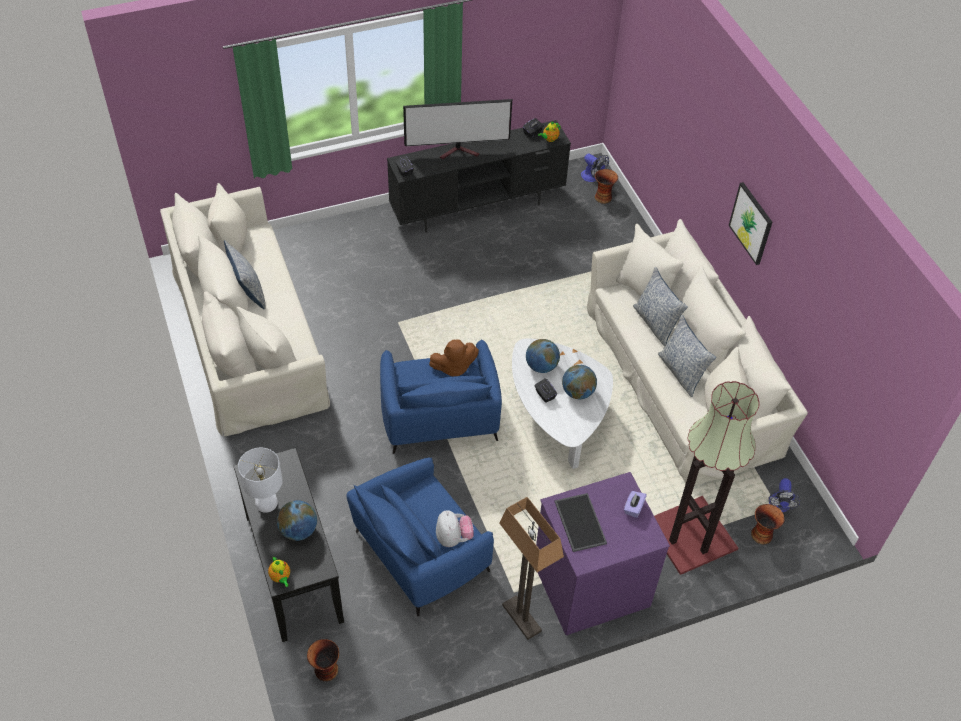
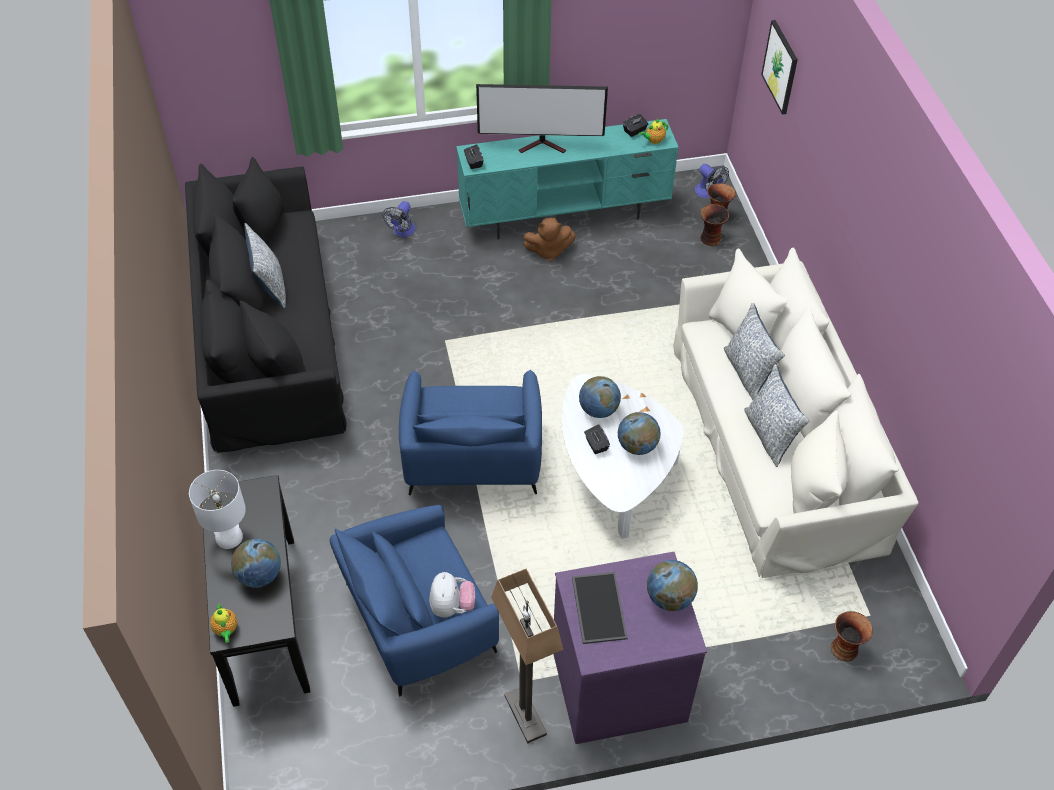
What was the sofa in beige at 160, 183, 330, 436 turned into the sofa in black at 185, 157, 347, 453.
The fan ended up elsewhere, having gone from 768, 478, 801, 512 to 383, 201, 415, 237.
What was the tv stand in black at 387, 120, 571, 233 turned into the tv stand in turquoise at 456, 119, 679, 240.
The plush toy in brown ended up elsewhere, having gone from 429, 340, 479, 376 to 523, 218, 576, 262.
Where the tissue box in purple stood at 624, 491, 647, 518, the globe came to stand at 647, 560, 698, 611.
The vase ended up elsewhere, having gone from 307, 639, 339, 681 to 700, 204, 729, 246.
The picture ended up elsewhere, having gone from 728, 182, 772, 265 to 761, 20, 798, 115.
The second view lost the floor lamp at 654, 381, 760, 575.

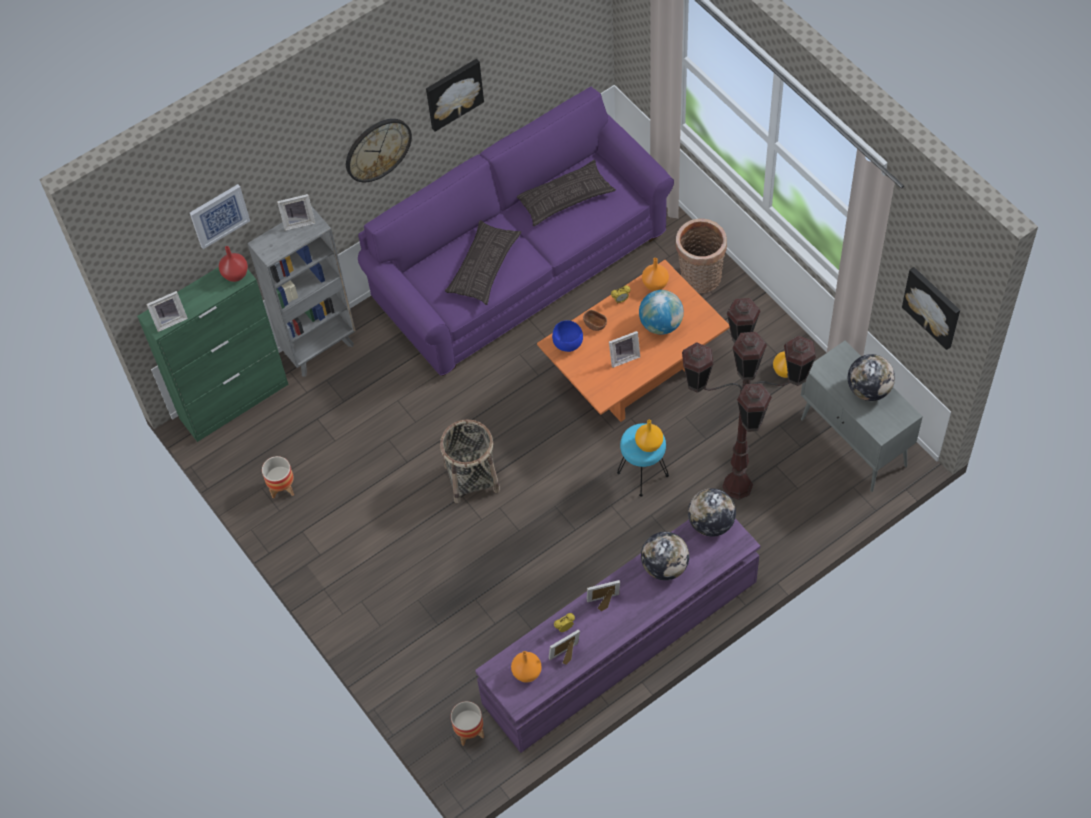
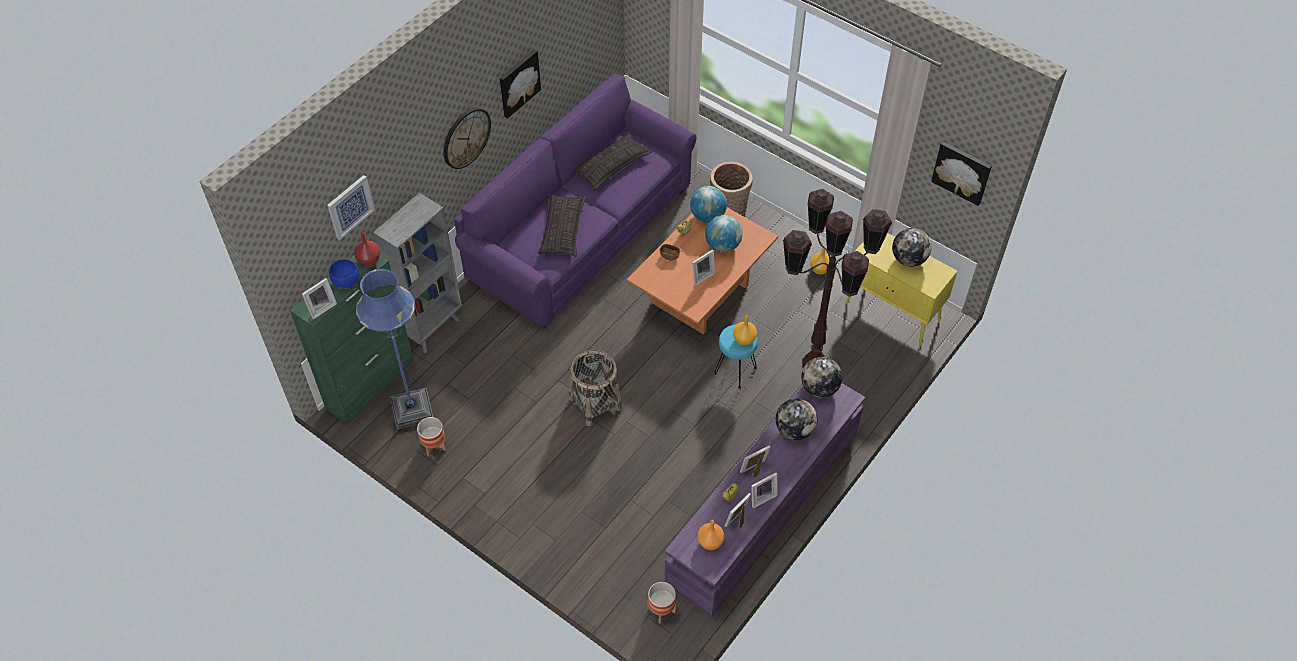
The bowl in blue ended up elsewhere, having gone from 552, 320, 583, 352 to 329, 259, 359, 288.
The second view gained the floor lamp in blue at 356, 268, 433, 430.
Where the vase in orange stood at 642, 258, 669, 291, the globe came to stand at 690, 186, 727, 223.
The picture frame ended up elsewhere, having gone from 277, 194, 315, 231 to 751, 473, 777, 508.
What was the cabinet in grey at 801, 341, 923, 492 turned into the cabinet in yellow at 845, 233, 957, 346.

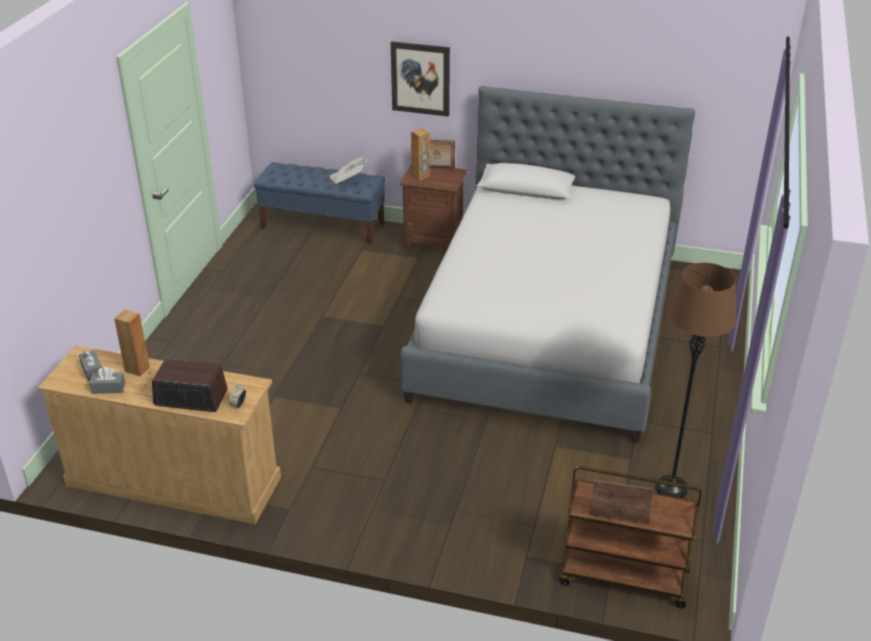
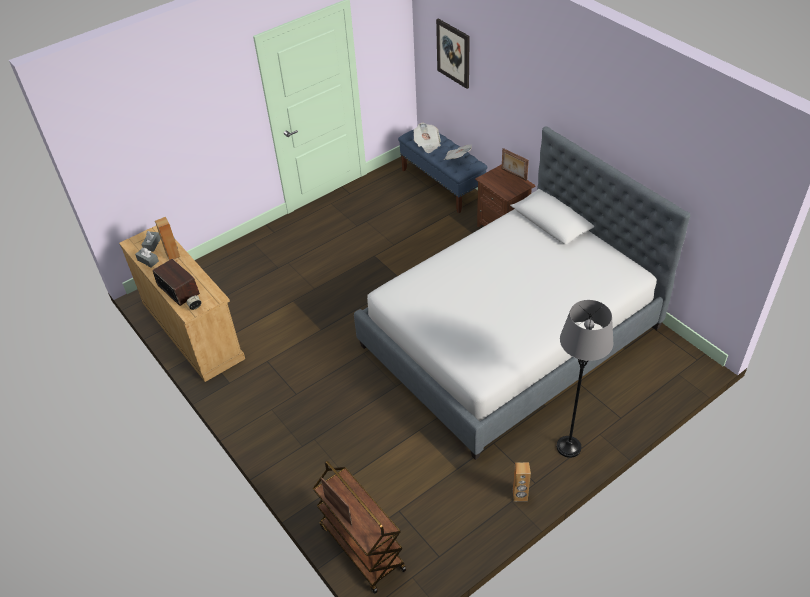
The second view gained the newspaper at 413, 123, 441, 153.
The picture ended up elsewhere, having gone from 391, 41, 450, 117 to 436, 19, 470, 89.
The speaker in brown ended up elsewhere, having gone from 411, 128, 430, 180 to 513, 462, 531, 501.
The second view gained the floor lamp in grey at 557, 300, 614, 458.
The second view lost the floor lamp in brown at 655, 263, 736, 498.

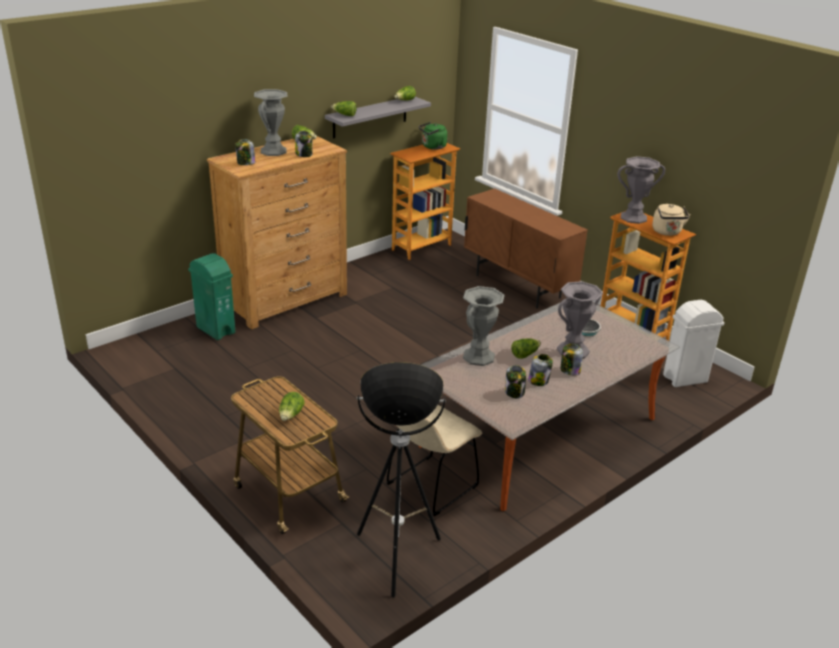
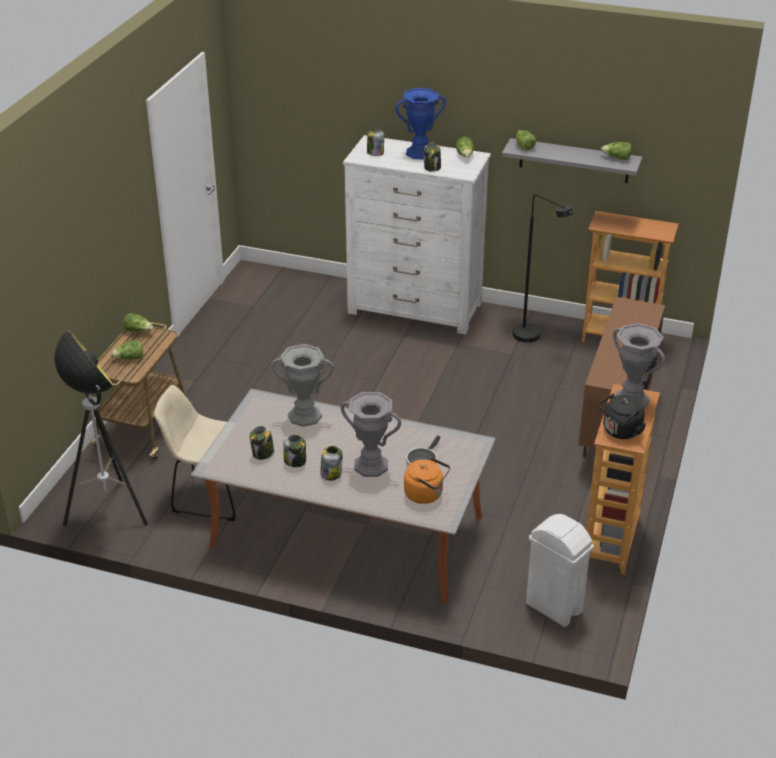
The lettuce ended up elsewhere, having gone from 511, 338, 541, 359 to 123, 313, 153, 332.
What was the dresser in brown at 207, 136, 347, 329 turned into the dresser in white at 343, 135, 491, 335.
What was the vase in grey at 254, 89, 287, 156 turned into the vase in blue at 395, 88, 446, 160.
The second view gained the kettle in orange at 404, 457, 450, 504.
The second view gained the floor lamp in black at 512, 194, 573, 343.
What was the kettle in beige at 652, 204, 691, 236 turned into the kettle in black at 598, 393, 646, 439.
The second view lost the trash can in green at 188, 253, 235, 340.
The second view lost the kettle in green at 419, 122, 447, 150.

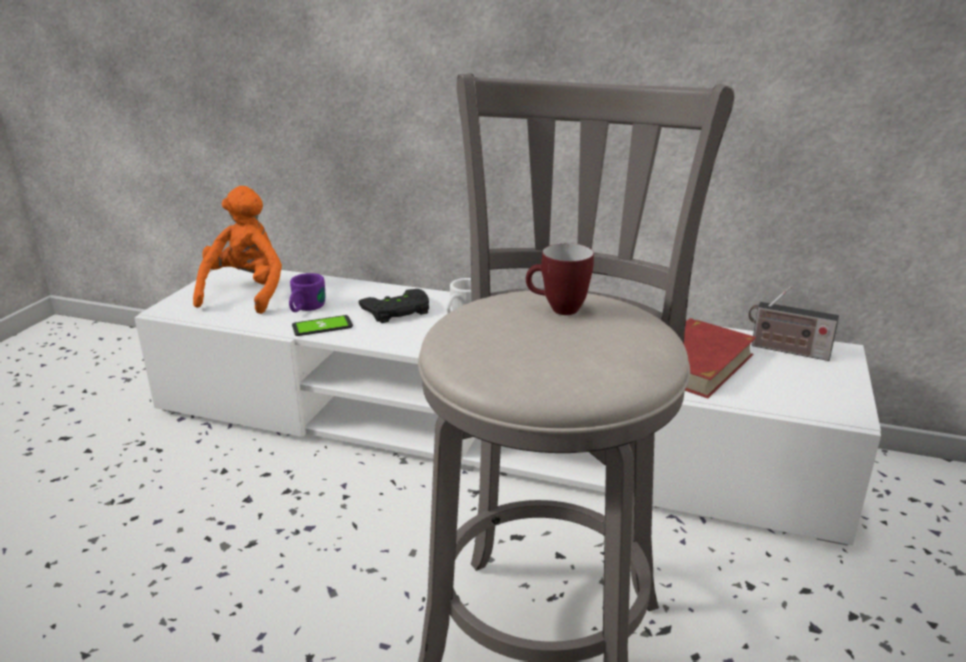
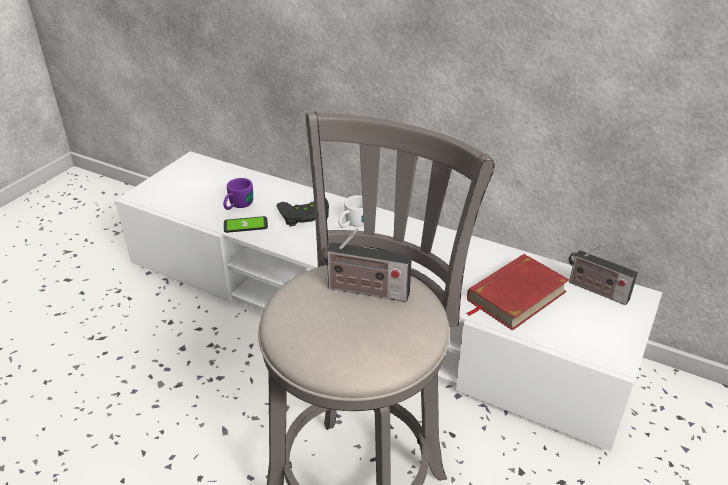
Where the mug stood at 526, 243, 594, 315, the radio came to stand at 320, 228, 412, 302.
The second view lost the plush toy in orange at 193, 186, 282, 314.

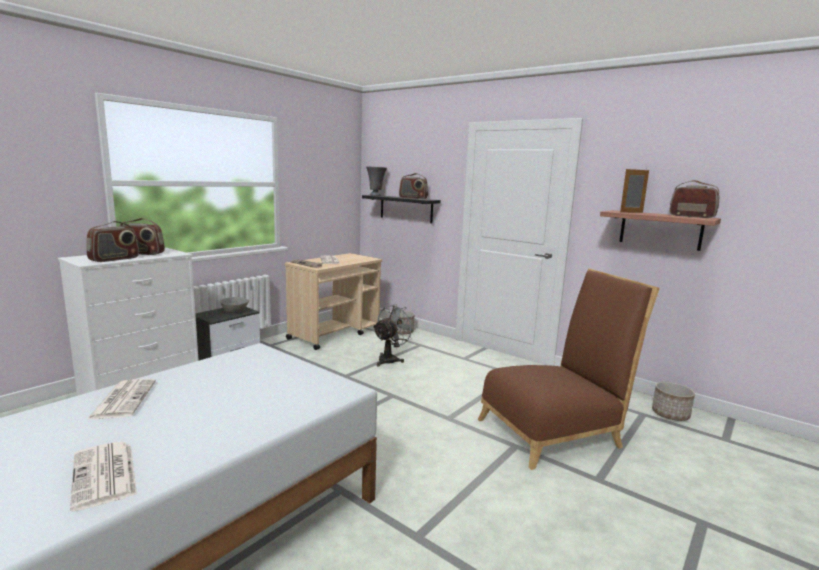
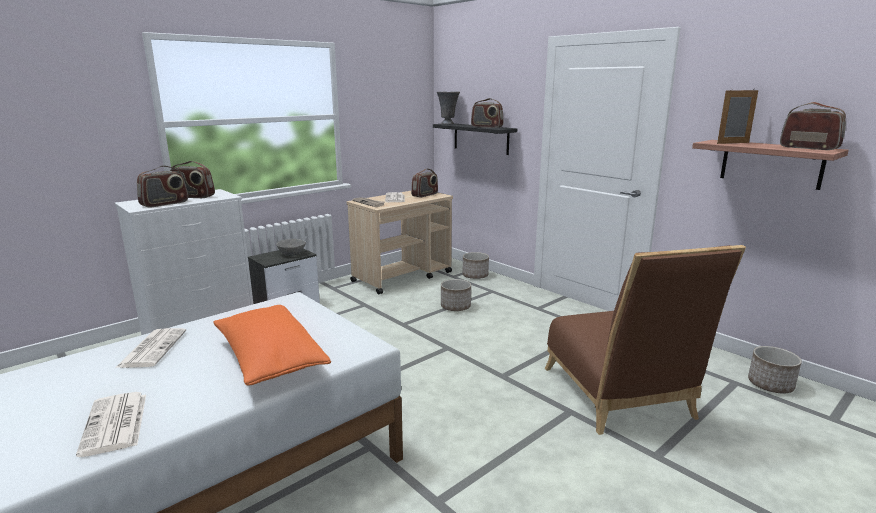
The second view gained the pillow in orange at 213, 305, 331, 385.
The second view gained the radio at 411, 168, 438, 197.
Where the fan in grey stood at 373, 304, 416, 367, the planter came to stand at 441, 279, 471, 311.
The chair in brown at 478, 269, 660, 470 ended up facing another way, 90 degrees clockwise from before.

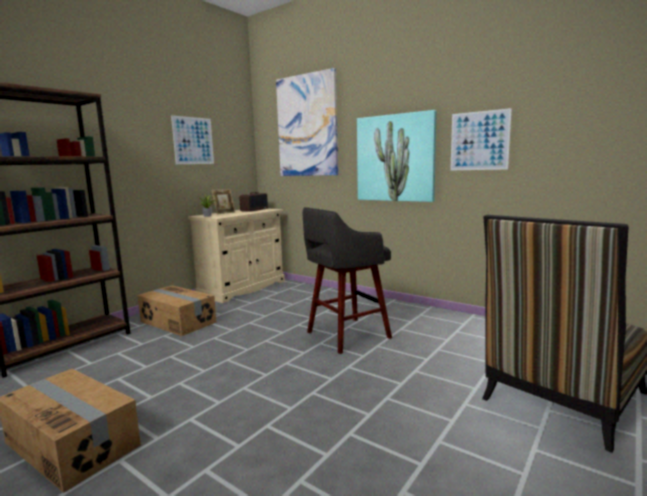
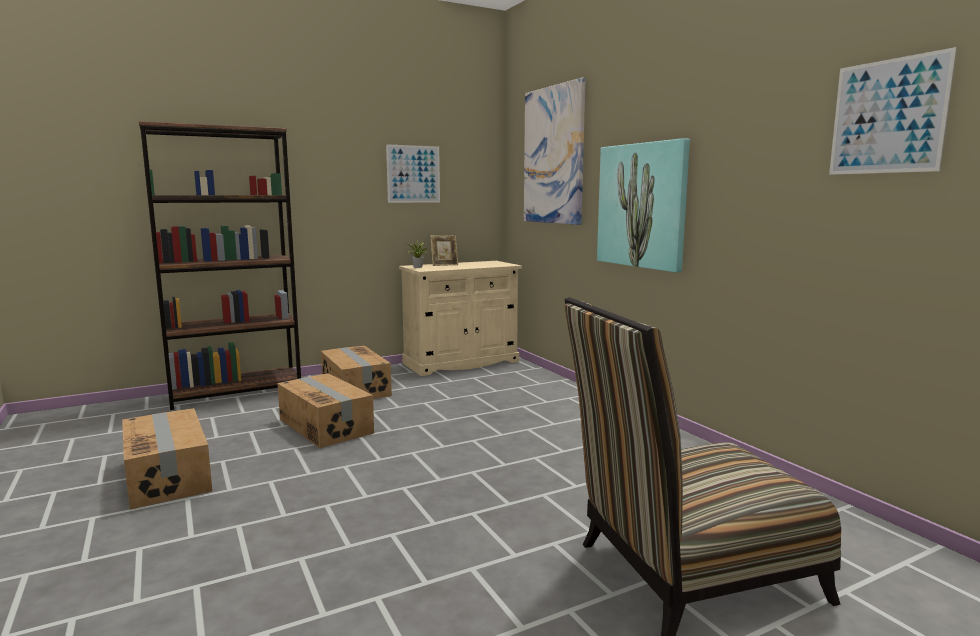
The second view gained the cardboard box at 277, 373, 374, 448.
The picture ended up elsewhere, having gone from 450, 108, 512, 170 to 829, 47, 957, 175.
The second view lost the radio at 239, 192, 268, 212.
The second view lost the stool in grey at 303, 207, 392, 354.

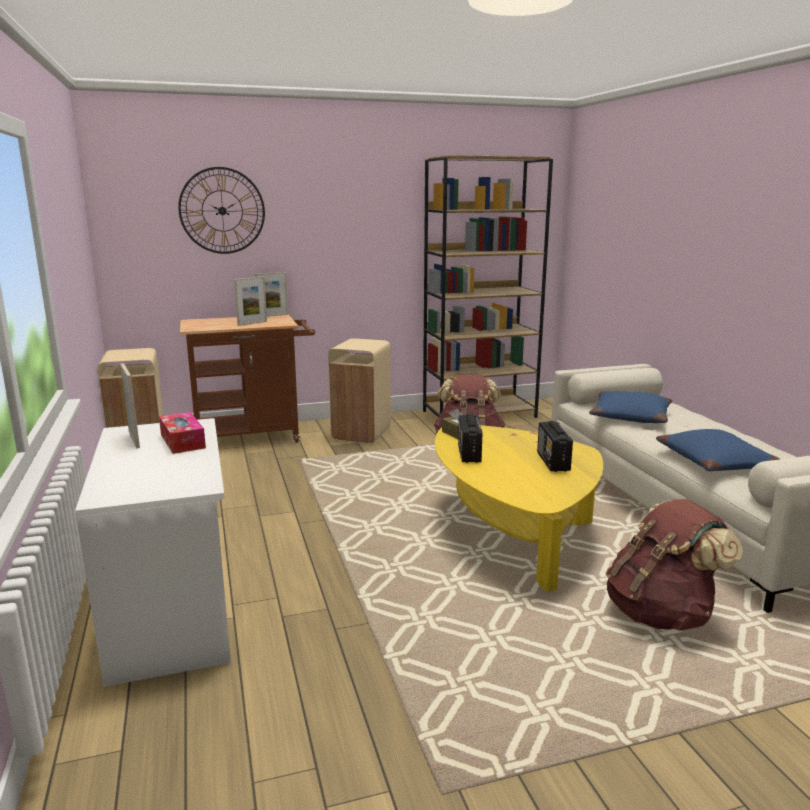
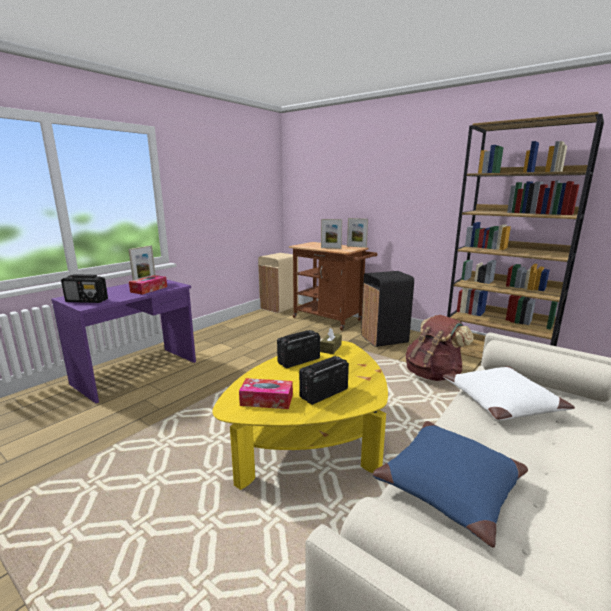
What was the desk in white at 75, 418, 231, 687 turned into the desk in purple at 51, 279, 196, 403.
The second view gained the radio at 61, 274, 108, 303.
The second view gained the tissue box at 239, 378, 293, 409.
What was the trash can in beige at 328, 338, 391, 444 turned into the trash can in black at 361, 271, 414, 347.
What was the pillow in blue at 589, 391, 672, 423 turned into the pillow in white at 443, 366, 575, 420.
The second view lost the wall clock at 178, 167, 265, 254.
The second view lost the backpack in brown at 606, 499, 743, 631.

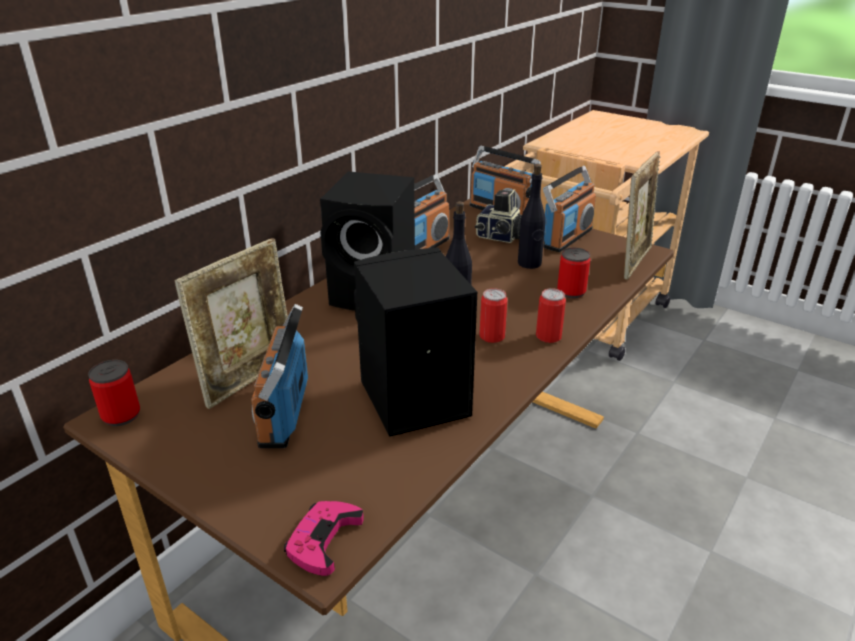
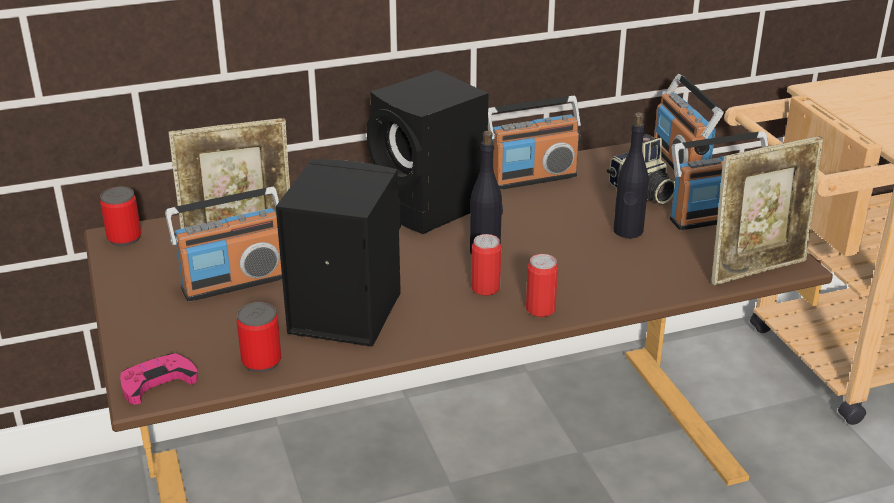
The radio at 251, 304, 308, 448 ended up facing another way, 150 degrees counterclockwise from before.
The can ended up elsewhere, having gone from 557, 248, 591, 298 to 237, 302, 281, 373.

